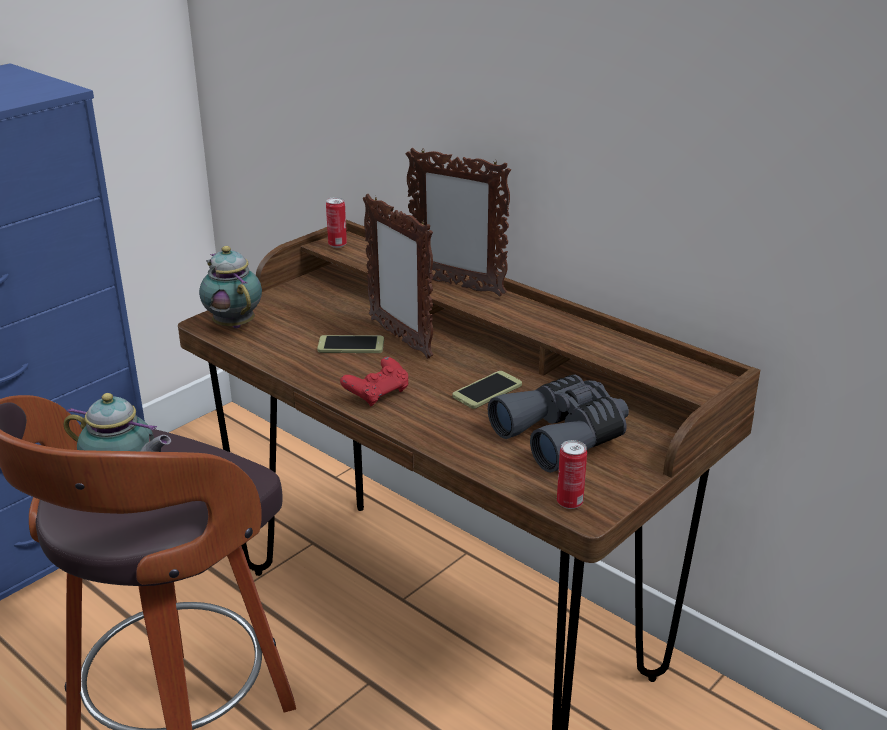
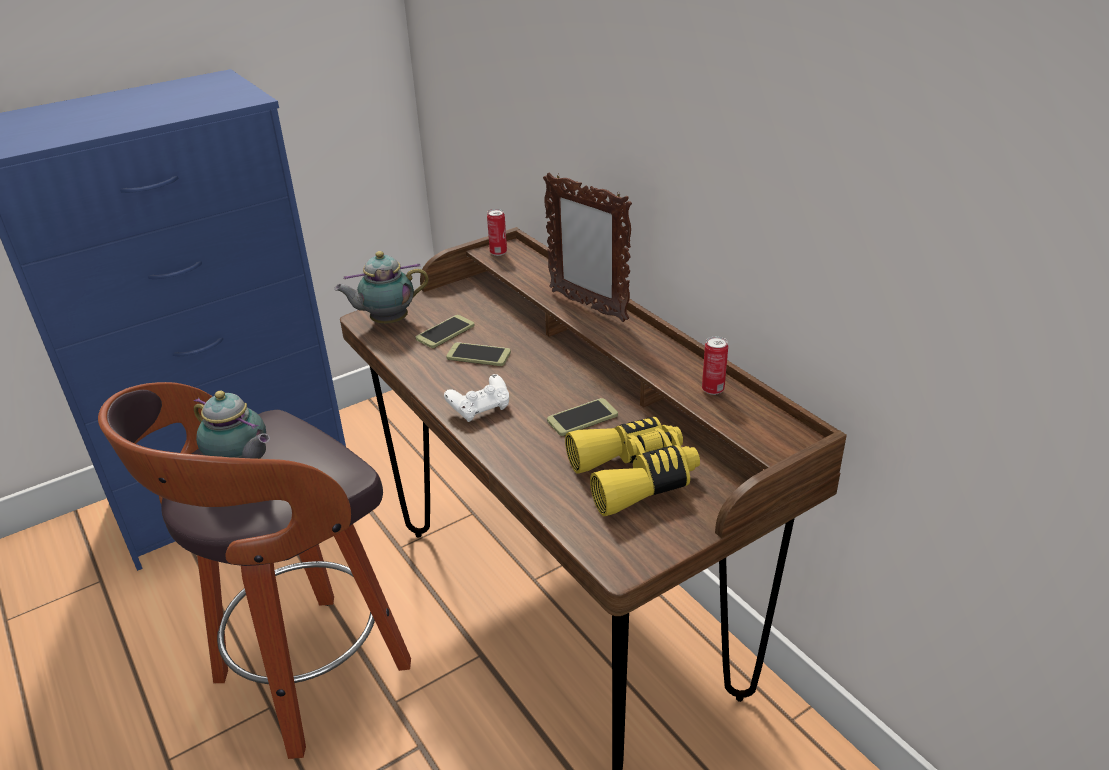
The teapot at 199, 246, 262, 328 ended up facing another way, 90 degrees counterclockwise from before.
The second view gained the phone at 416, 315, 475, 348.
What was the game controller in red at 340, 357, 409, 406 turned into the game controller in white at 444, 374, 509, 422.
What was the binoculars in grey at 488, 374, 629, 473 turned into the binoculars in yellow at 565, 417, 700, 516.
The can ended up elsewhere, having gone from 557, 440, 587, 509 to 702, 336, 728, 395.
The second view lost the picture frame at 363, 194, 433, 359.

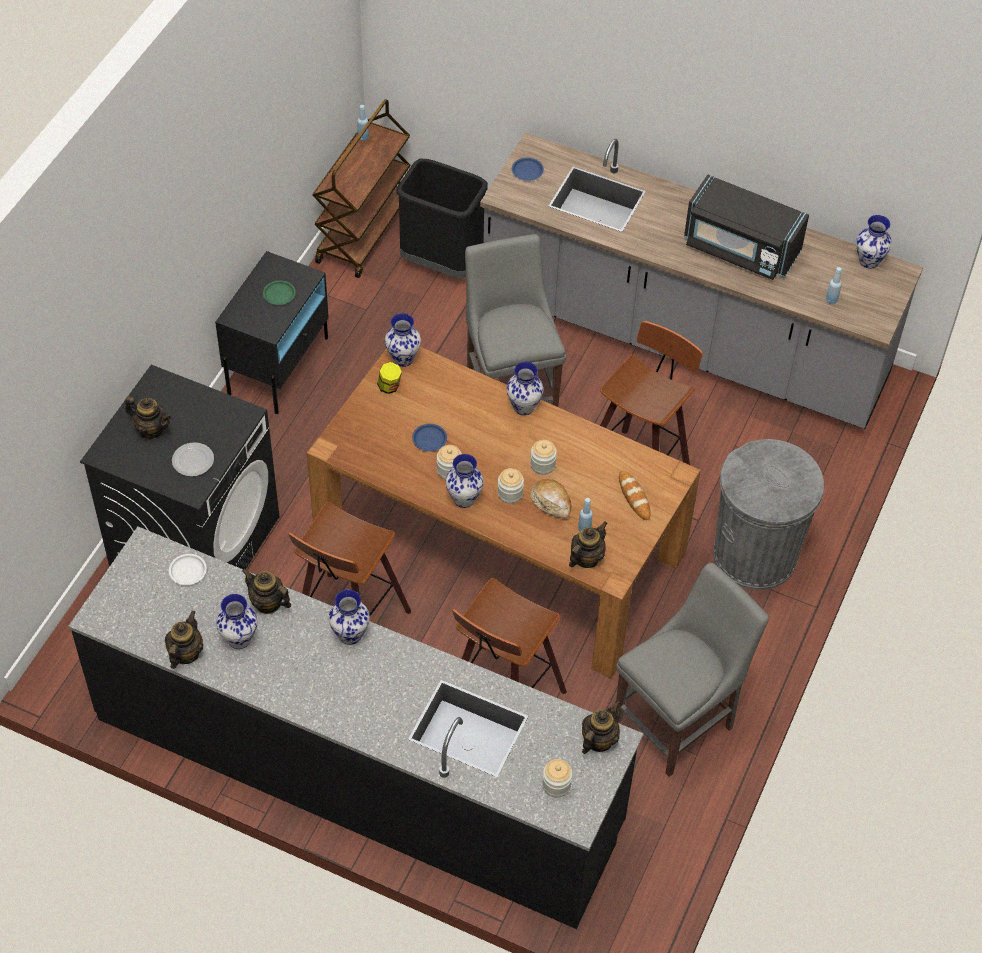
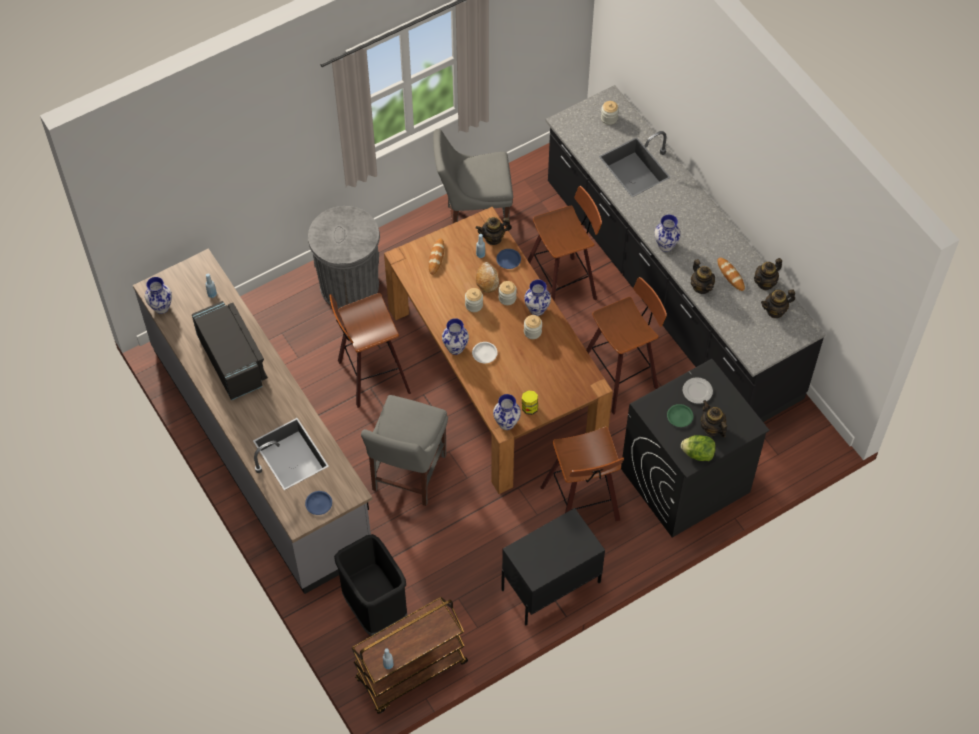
The plate in white ended up elsewhere, having gone from 169, 554, 207, 585 to 472, 342, 498, 363.
The plate in blue ended up elsewhere, having gone from 412, 424, 447, 452 to 496, 249, 521, 269.
The second view gained the stool at 540, 427, 624, 521.
The plate in green ended up elsewhere, having gone from 263, 280, 296, 305 to 667, 404, 693, 427.
The second view gained the lettuce at 681, 435, 716, 461.
Where the vase stood at 216, 594, 257, 649, the bread came to stand at 717, 258, 745, 291.
The teapot ended up elsewhere, having gone from 582, 701, 620, 754 to 761, 289, 795, 318.

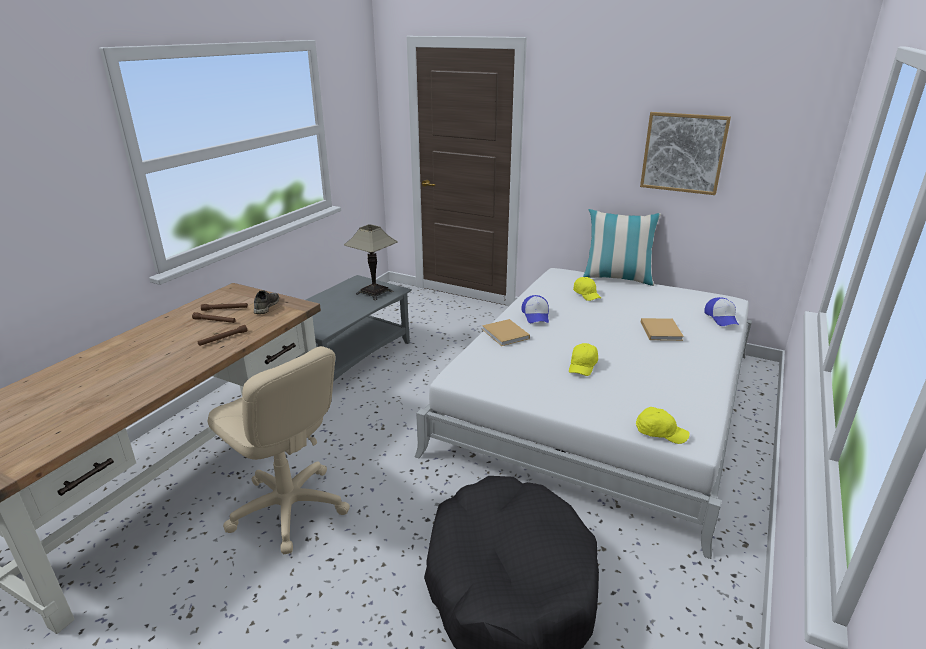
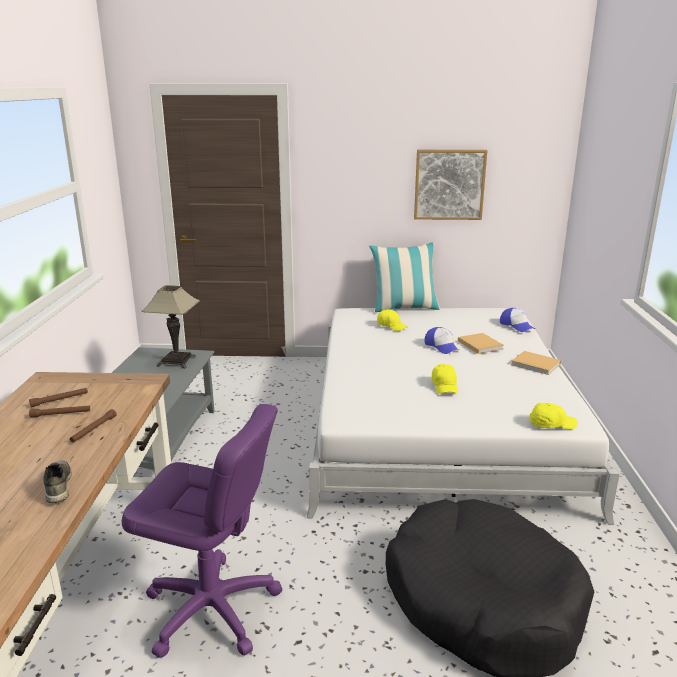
The shoe in grey ended up elsewhere, having gone from 254, 290, 279, 314 to 43, 460, 72, 503.
What was the office chair in beige at 208, 346, 350, 555 turned into the office chair in purple at 122, 404, 282, 658.
The cap ended up elsewhere, having gone from 522, 295, 549, 323 to 425, 327, 459, 354.
The book in beige ended up elsewhere, having gone from 482, 319, 530, 346 to 511, 351, 561, 375.

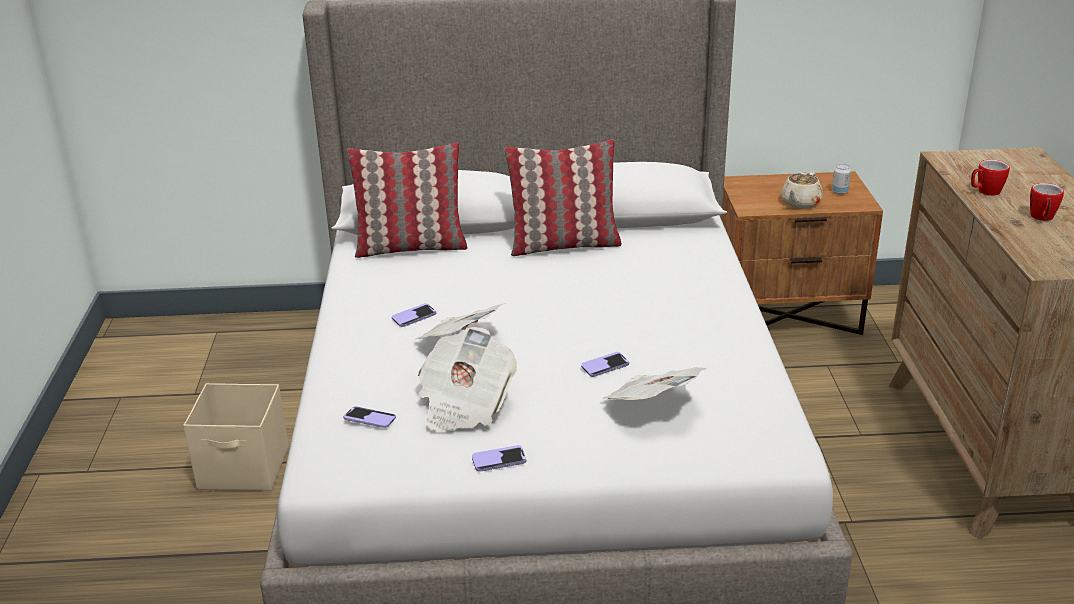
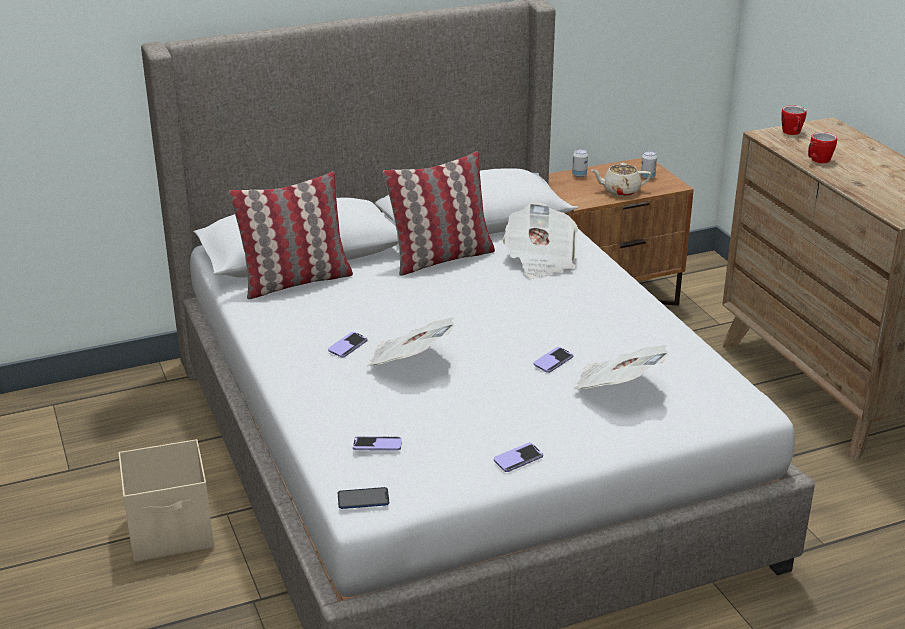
The second view gained the phone at 338, 487, 389, 509.
The newspaper ended up elsewhere, having gone from 418, 327, 517, 432 to 503, 202, 578, 279.
The second view gained the can at 572, 149, 588, 177.
The teapot in beige at 781, 172, 823, 208 ended up facing another way, 75 degrees clockwise from before.
The mug ended up elsewhere, having gone from 1030, 183, 1064, 221 to 781, 105, 807, 135.

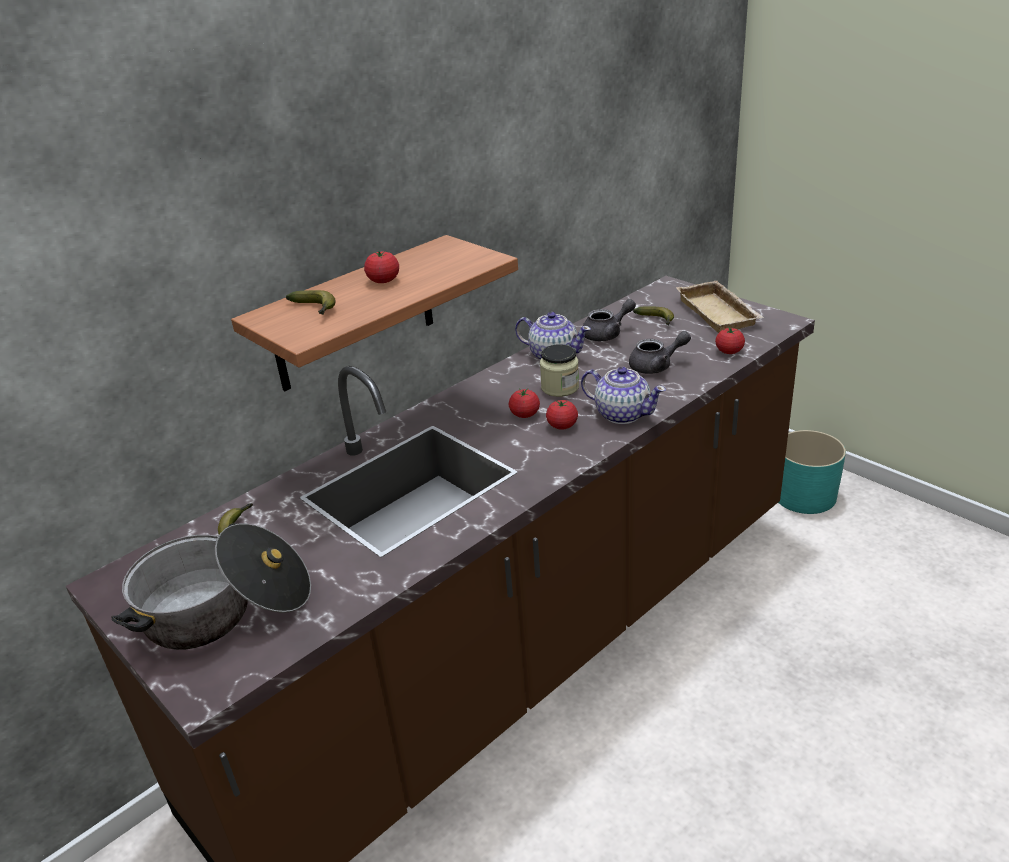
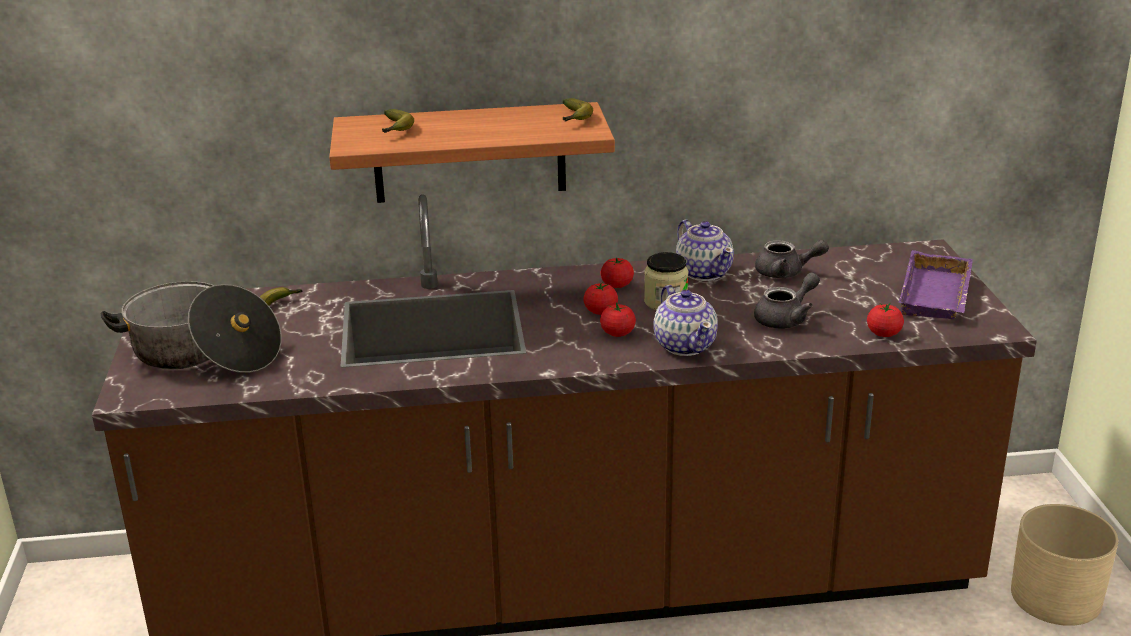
The banana ended up elsewhere, having gone from 633, 307, 674, 325 to 563, 98, 593, 122.
The tomato ended up elsewhere, having gone from 364, 251, 399, 283 to 601, 258, 634, 288.
The teapot in grey at 629, 331, 691, 374 ended up facing another way, 60 degrees counterclockwise from before.
What was the tray in beige at 676, 281, 764, 333 turned into the tray in purple at 898, 250, 973, 319.
What was the planter in turquoise at 778, 430, 846, 514 turned into the planter in beige at 1011, 504, 1118, 626.

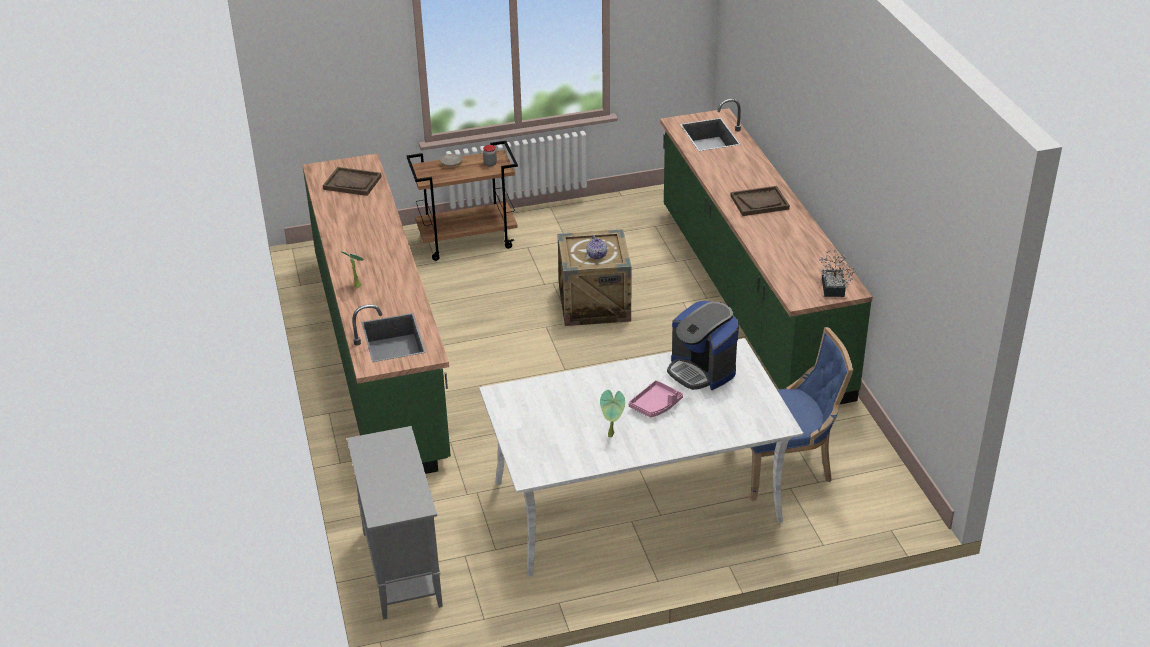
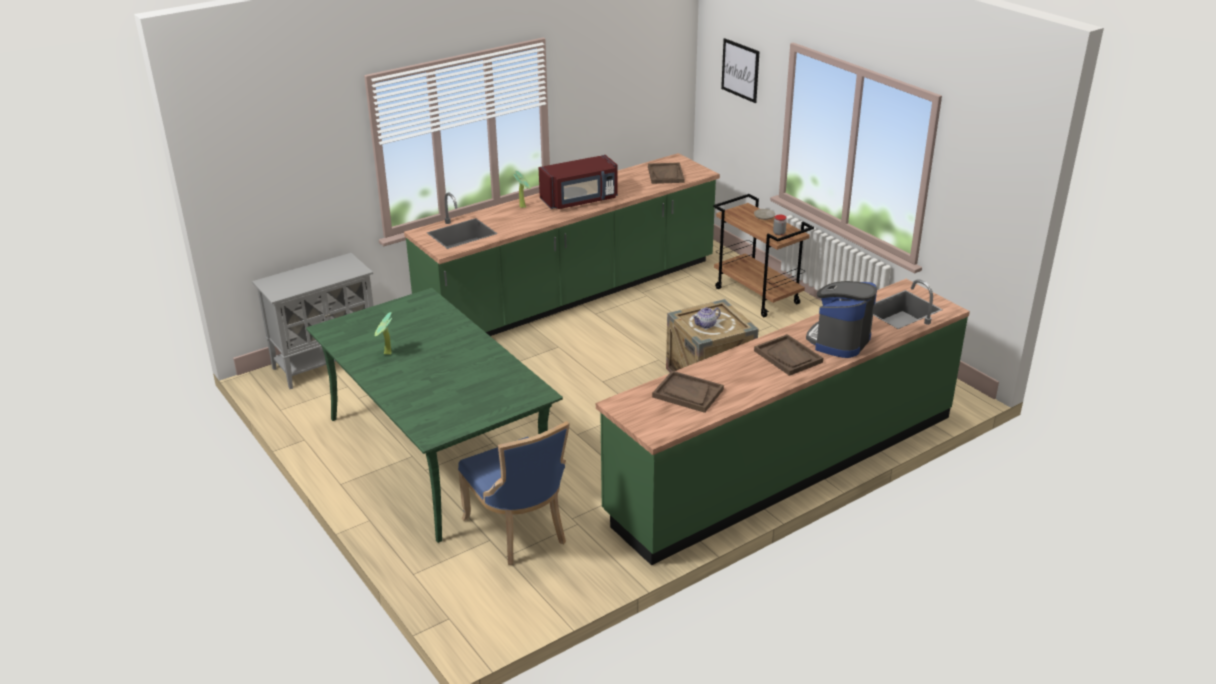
What was the dining table in white at 479, 338, 803, 577 turned into the dining table in green at 306, 288, 563, 543.
The second view gained the microwave in red at 539, 155, 618, 209.
The second view gained the tray in brown at 652, 371, 724, 413.
The second view gained the picture at 721, 38, 760, 103.
The coffee machine ended up elsewhere, having gone from 667, 301, 739, 390 to 806, 281, 877, 358.
The second view lost the tray in pink at 629, 380, 683, 417.
The second view lost the potted plant at 819, 250, 857, 297.

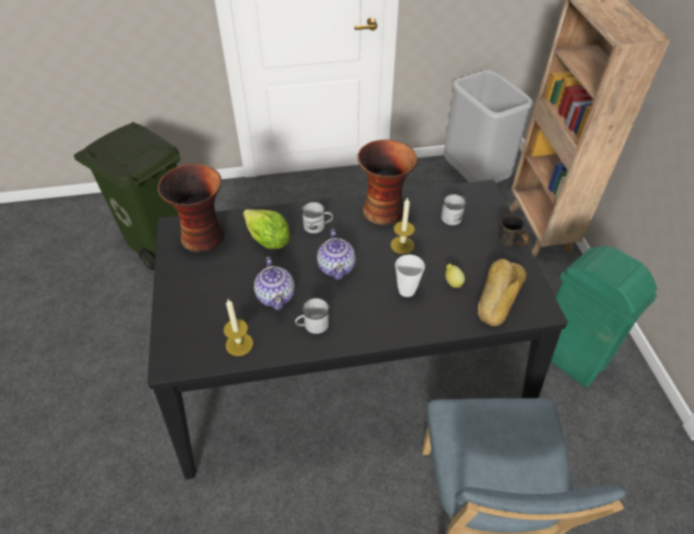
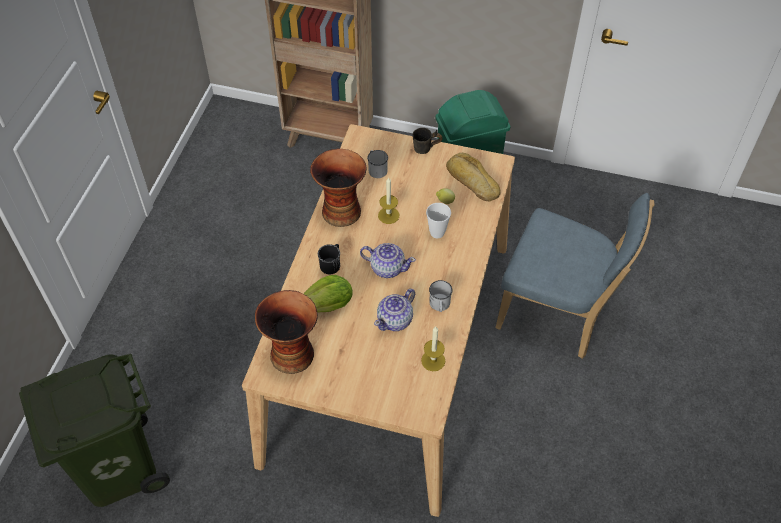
What was the dining table in black at 147, 180, 568, 479 turned into the dining table in beige at 242, 124, 515, 517.
What was the mug in white at 301, 202, 333, 233 turned into the mug in black at 318, 244, 340, 275.
The teapot at 254, 257, 295, 310 ended up facing another way, 120 degrees clockwise from before.
The second view lost the trash can in grey at 444, 70, 533, 183.

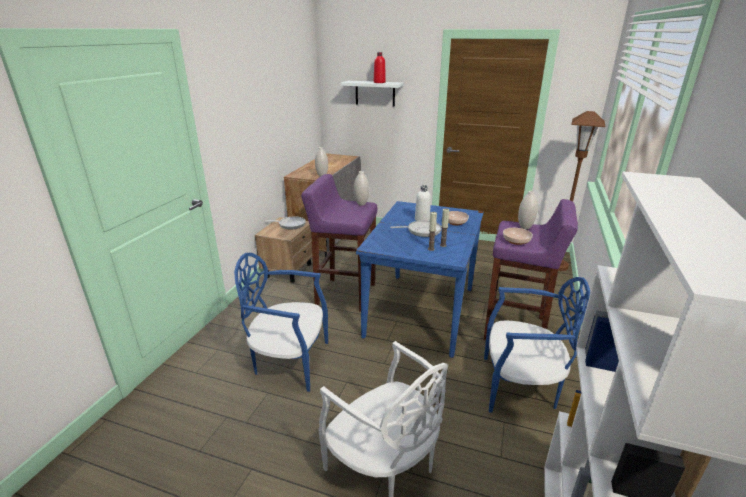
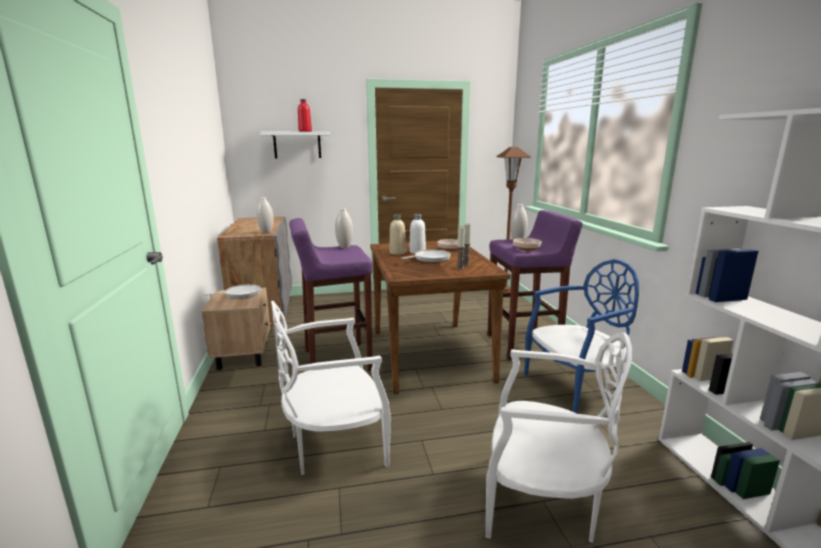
What was the chair in blue at 234, 253, 328, 392 turned into the chair in white at 271, 301, 391, 475.
What was the dining table in blue at 356, 201, 484, 358 turned into the dining table in brown at 370, 241, 510, 394.
The second view gained the bottle in beige at 389, 214, 406, 255.

